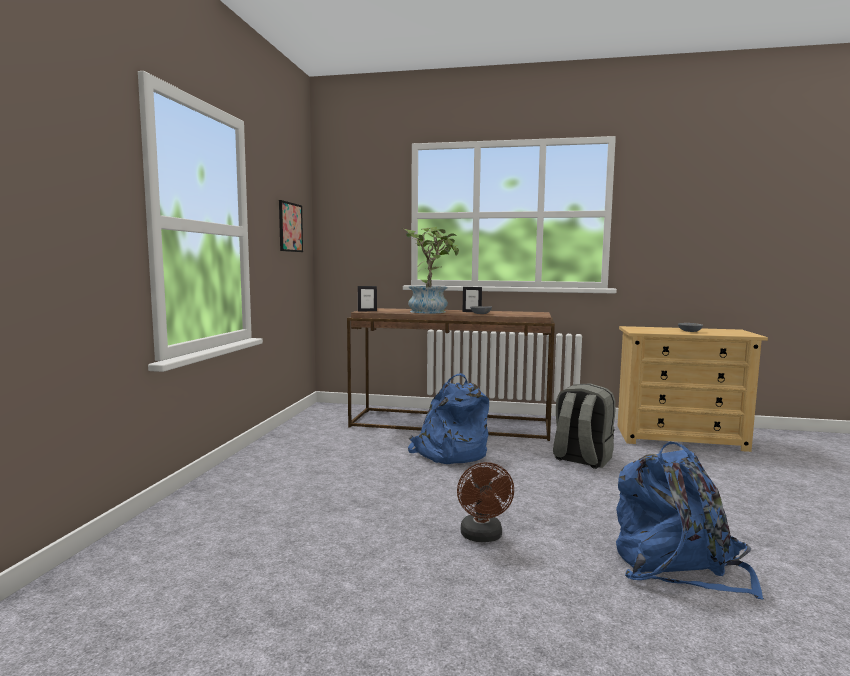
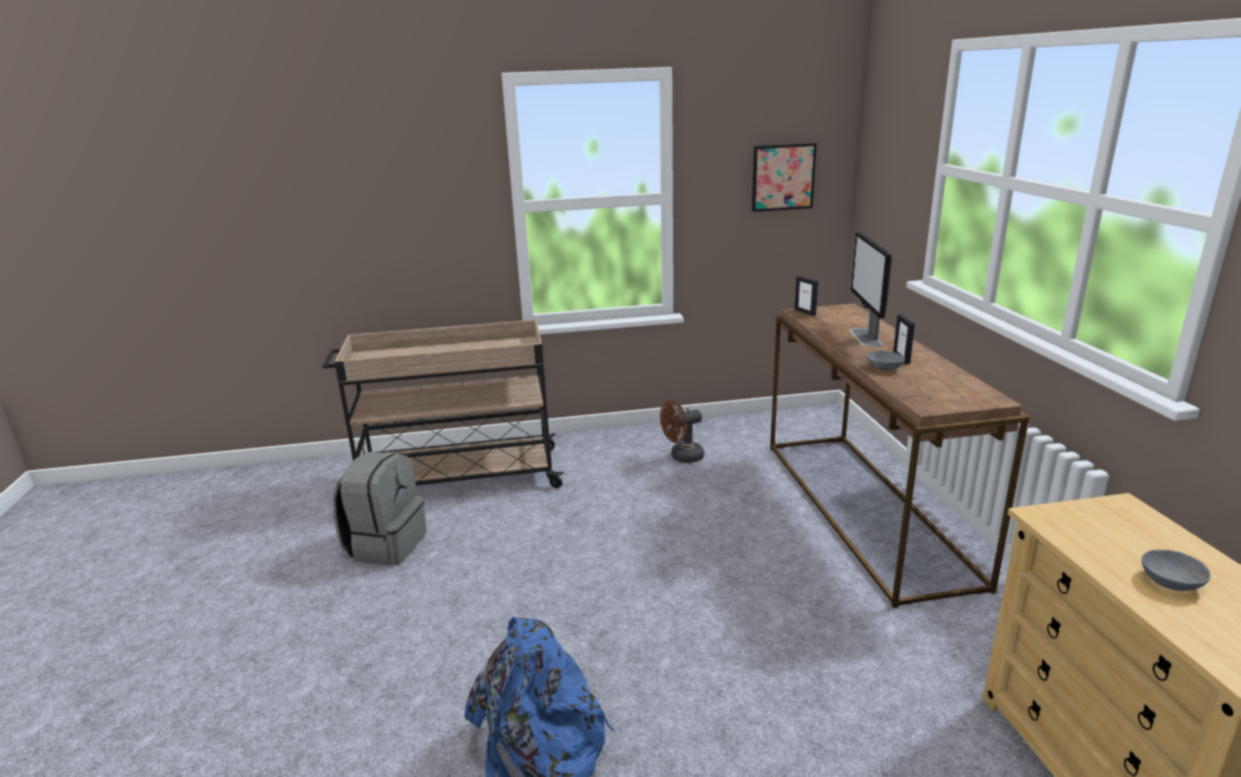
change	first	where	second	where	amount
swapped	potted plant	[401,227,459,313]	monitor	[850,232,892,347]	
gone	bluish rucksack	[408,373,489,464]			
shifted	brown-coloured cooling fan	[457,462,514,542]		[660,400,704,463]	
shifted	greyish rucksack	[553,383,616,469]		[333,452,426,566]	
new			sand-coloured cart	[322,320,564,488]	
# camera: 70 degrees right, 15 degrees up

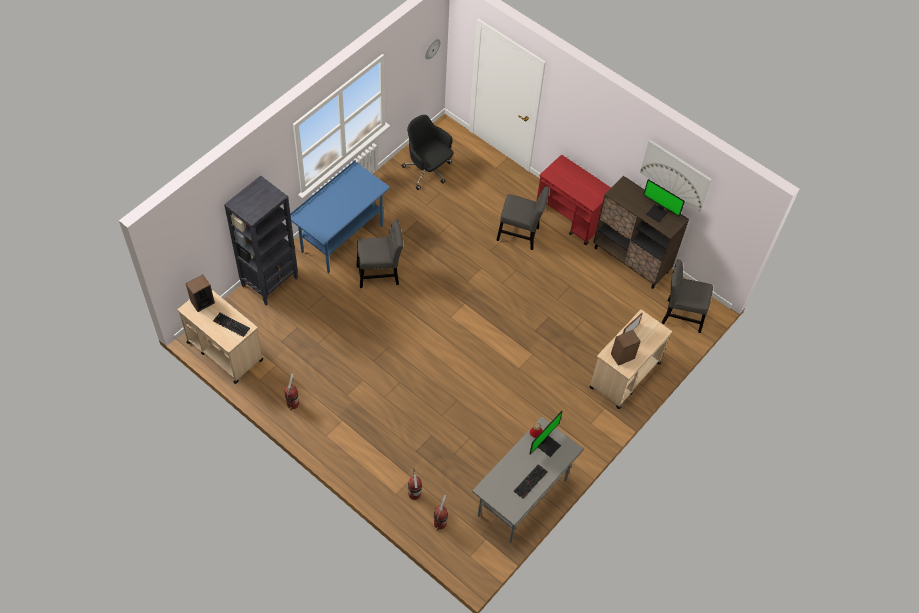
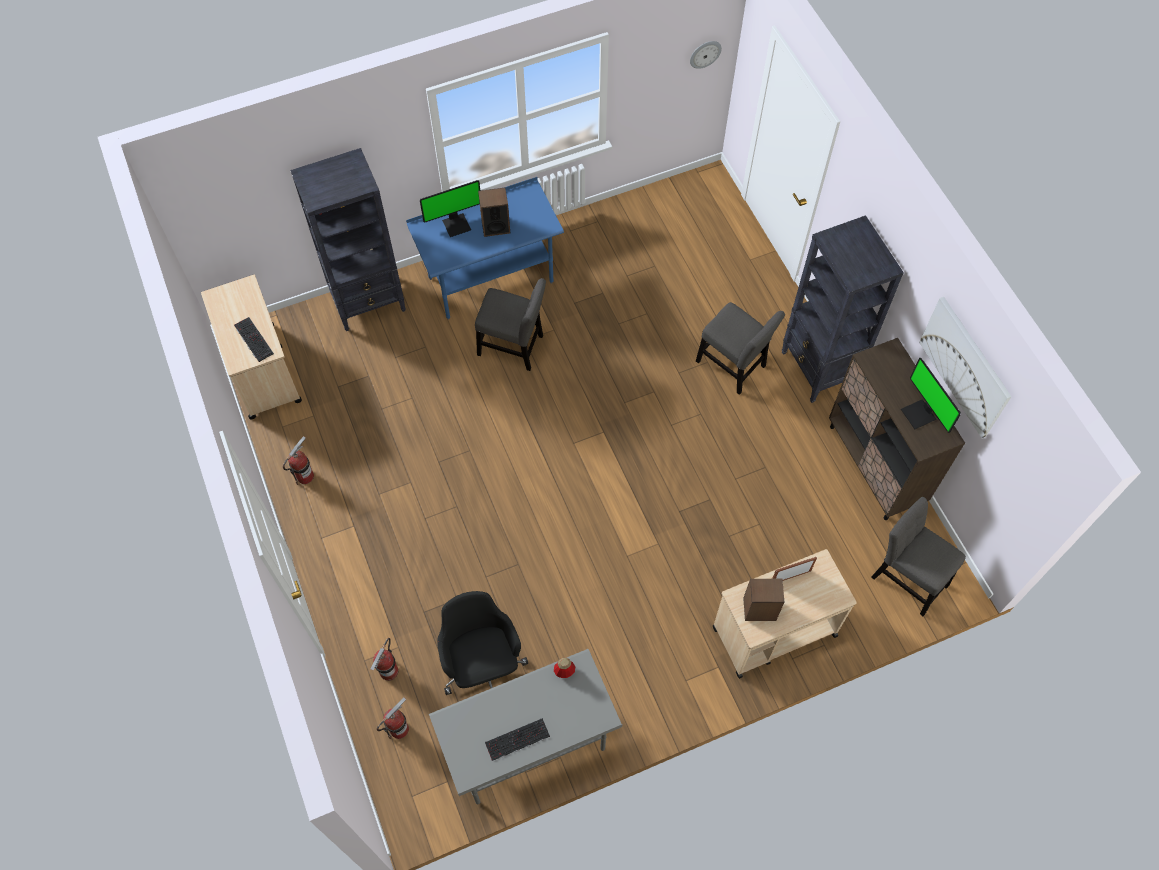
change	first	where	second	where	amount
shifted	speaker	[186,275,215,312]		[478,188,510,237]	
shifted	blackish desk chair	[401,115,454,190]		[437,591,528,695]	
shifted	monitor	[530,411,563,457]		[420,180,480,237]	
swapped	red cart	[537,155,611,245]	blackish bookshelf	[782,215,904,403]	
# camera: 30 degrees right, 5 degrees up

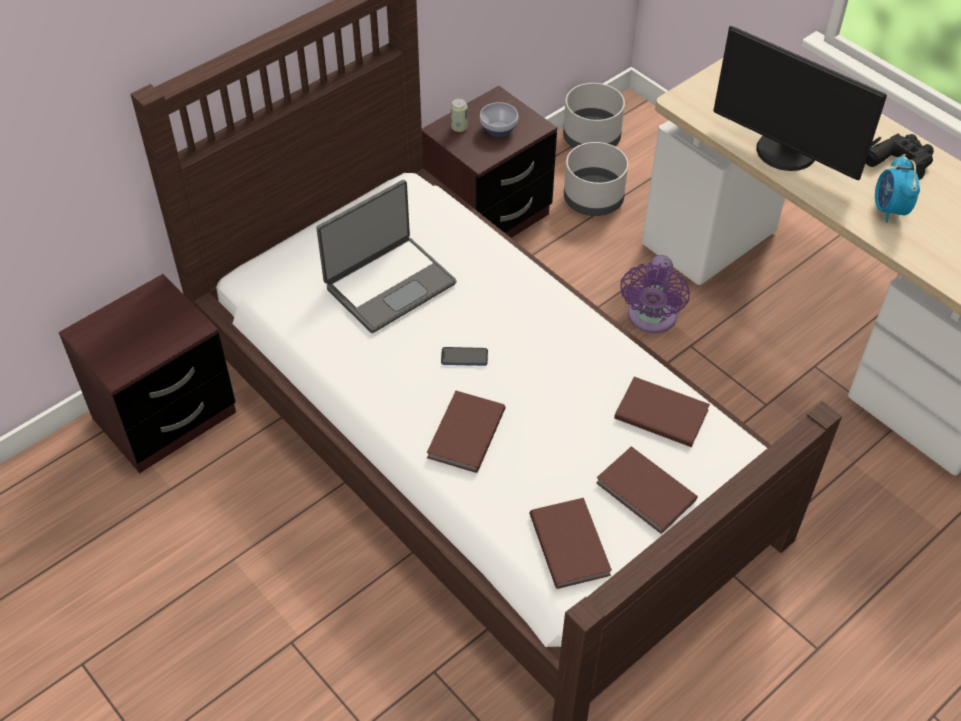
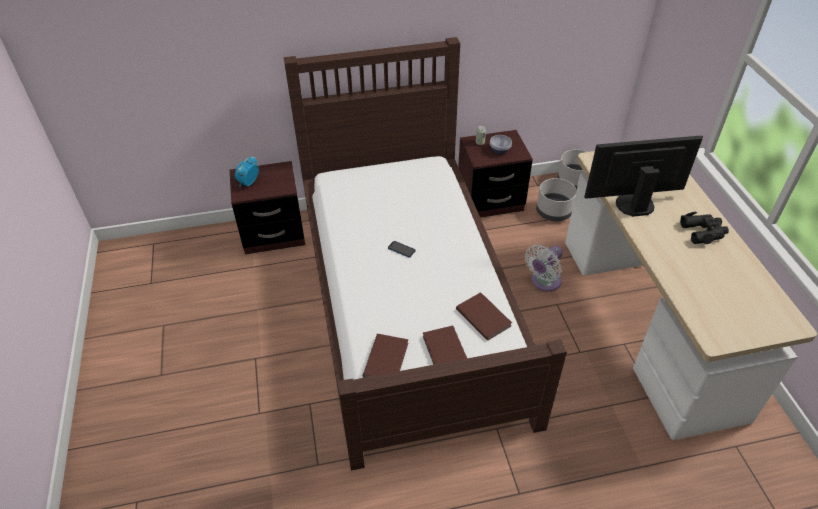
change	first	where	second	where	amount
gone	notebook computer	[316,180,457,333]			
gone	brown-coloured book	[427,391,505,473]			
repainted	purple cooling fan	[620,255,690,333]	white cooling fan	[525,244,563,292]	
rotated	monitor	[713,26,887,180]		[584,136,703,217]	105 degrees clockwise
shifted	bedside clock	[875,155,920,223]		[235,156,259,187]	
# camera: 30 degrees right, 5 degrees down

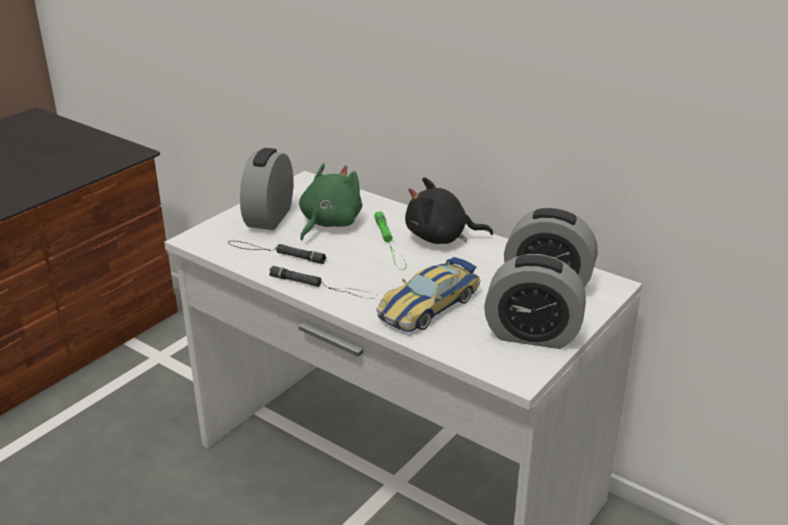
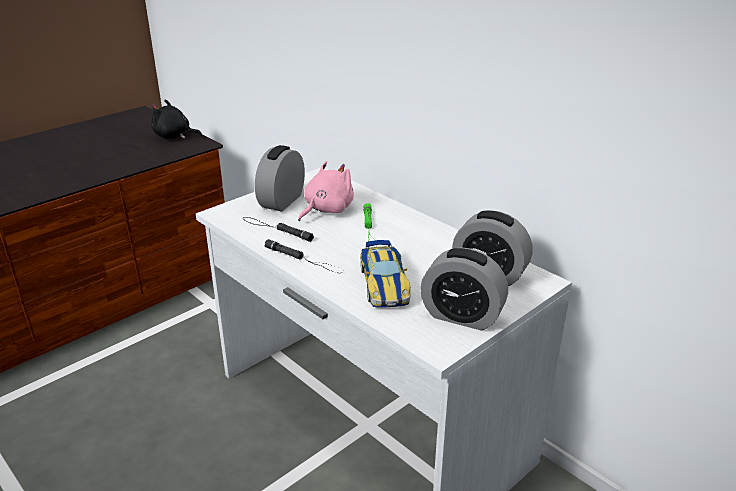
change	first	where	second	where	amount
repainted	greenish plush toy	[299,163,362,240]	pink-coloured plush toy	[298,161,354,221]	
rotated	miniature car	[376,257,480,332]		[360,240,410,308]	60 degrees counterclockwise
shifted	blackish plush toy	[405,177,493,244]		[151,100,202,139]	
# camera: 10 degrees right, 0 degrees up

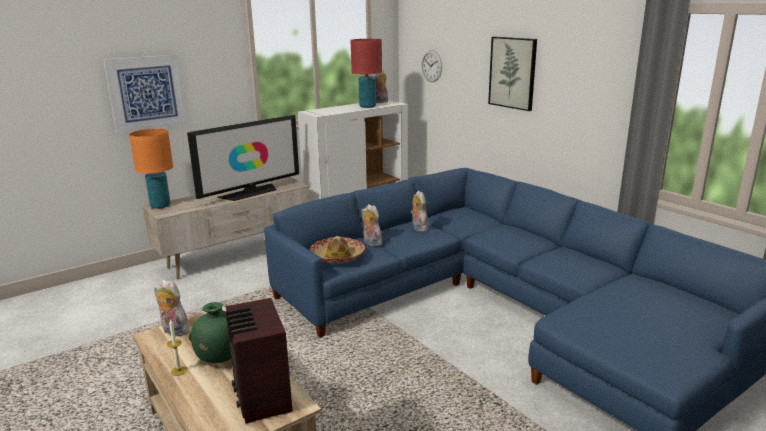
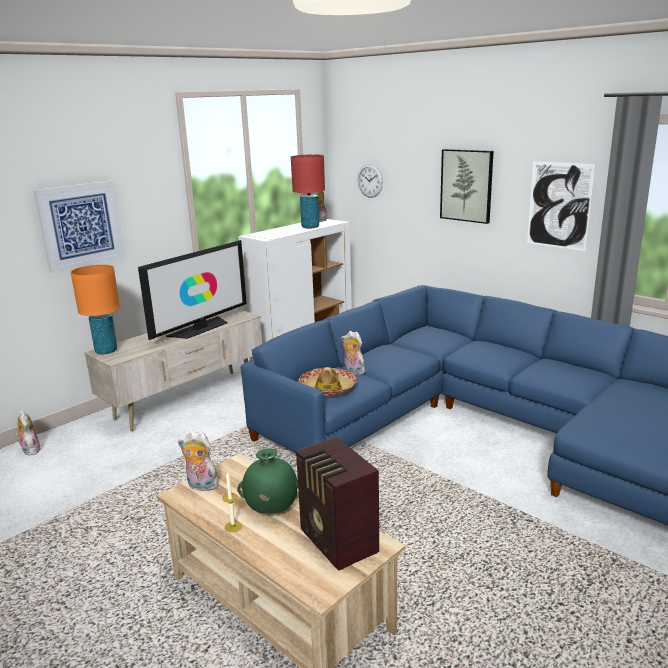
change	first	where	second	where	amount
shifted	plush toy	[411,190,428,232]		[15,411,41,455]	
new			picture	[527,161,595,251]	
# camera: 10 degrees left, 0 degrees up

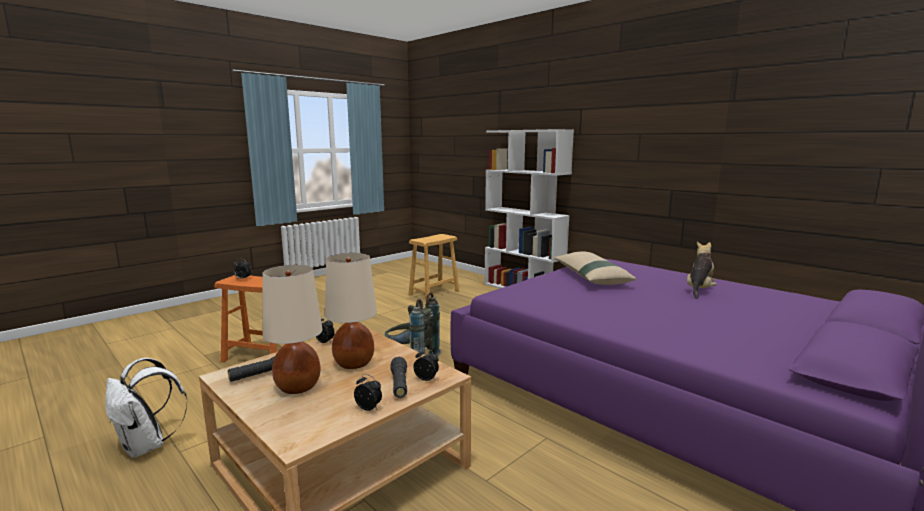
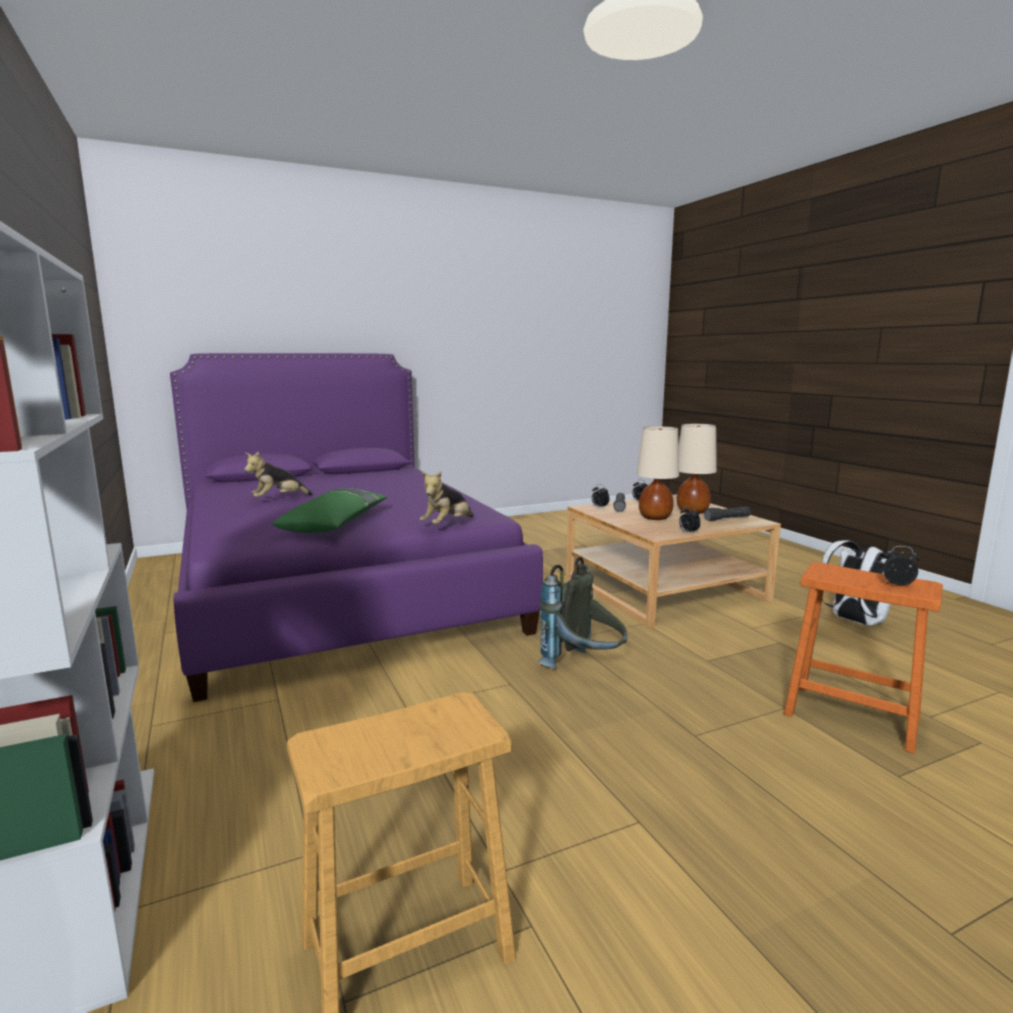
change	first	where	second	where	amount
repainted	sand-coloured pillow	[554,251,636,285]	greenish pillow	[272,488,387,533]	
new			plush toy	[420,471,473,525]	
# camera: 160 degrees left, 0 degrees up

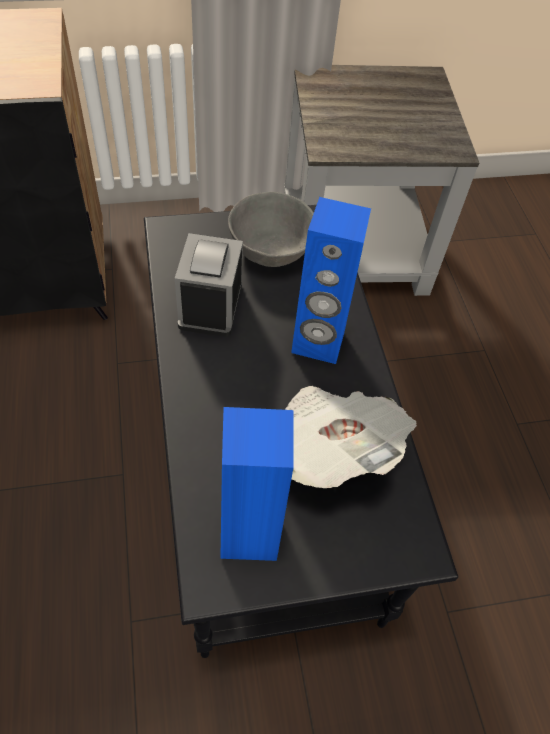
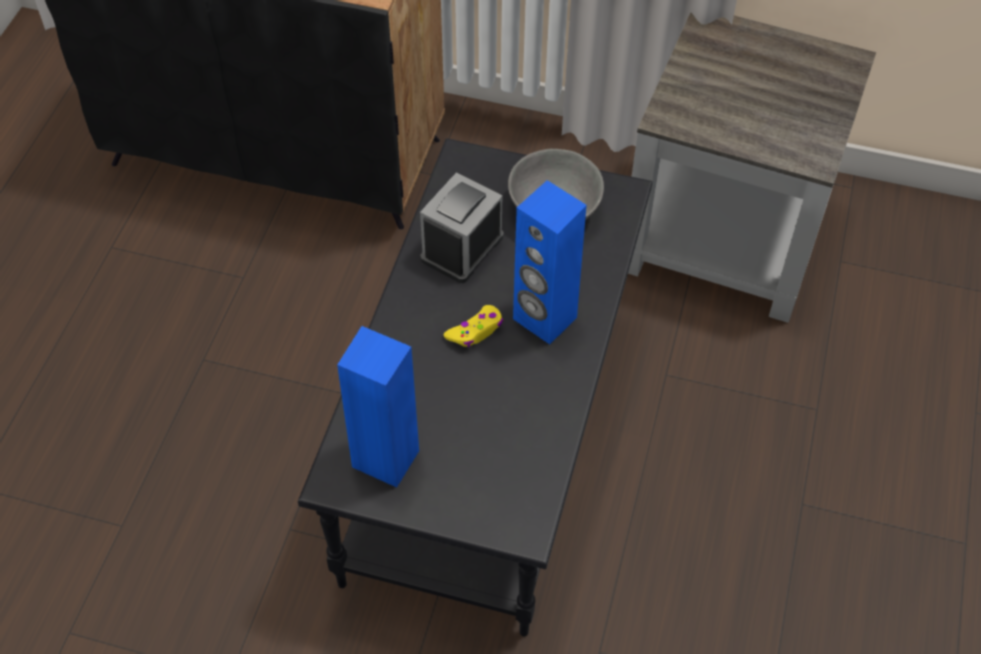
change	first	where	second	where	amount
gone	daily paper	[285,386,417,488]			
new			yellow joypad	[444,305,503,347]	
# camera: 30 degrees right, 0 degrees up

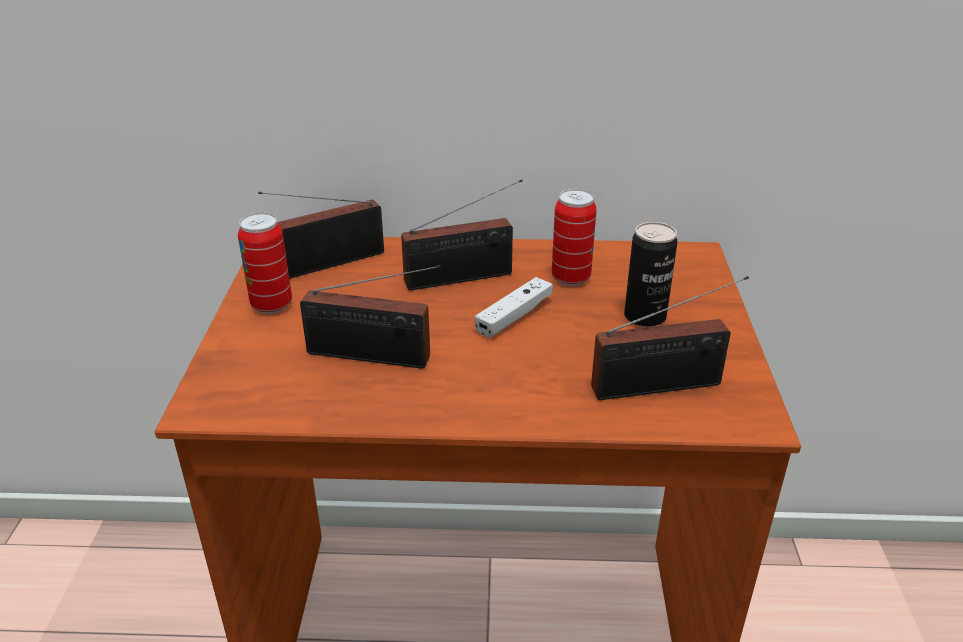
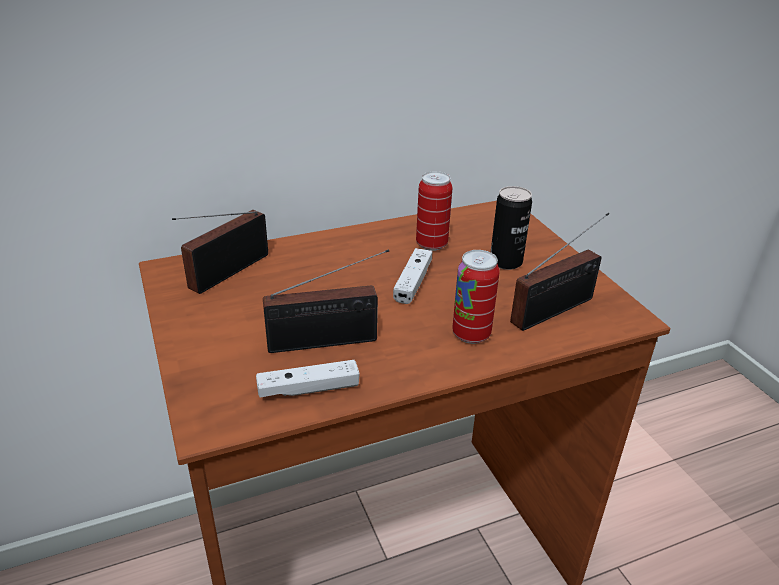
change	first	where	second	where	amount
shifted	can	[238,212,292,314]		[452,250,500,344]	
gone	radio receiver	[401,179,523,290]			
new			white joypad	[256,360,360,398]	
# camera: 25 degrees left, 0 degrees up

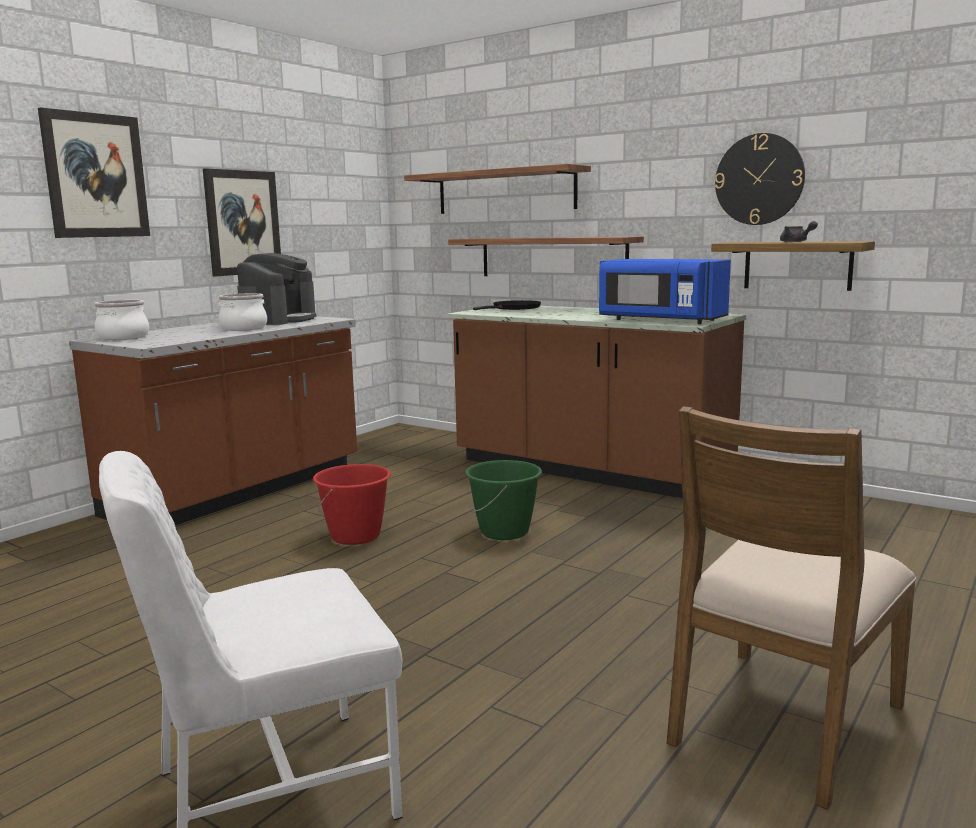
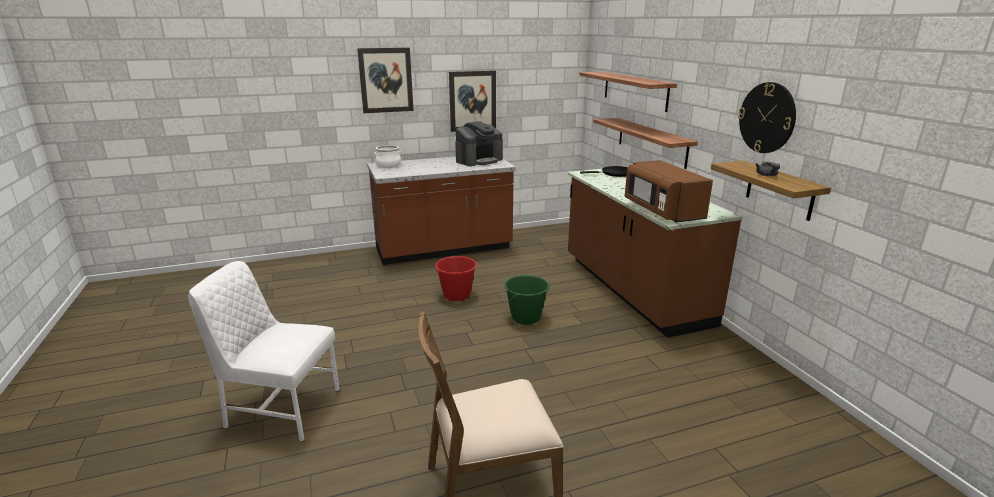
change	first	where	second	where	amount
gone	cooking pot	[218,293,267,331]			
repainted	bluish microwave	[599,259,731,324]	brown-coloured microwave	[625,160,713,223]	
# camera: 35 degrees right, 10 degrees up

